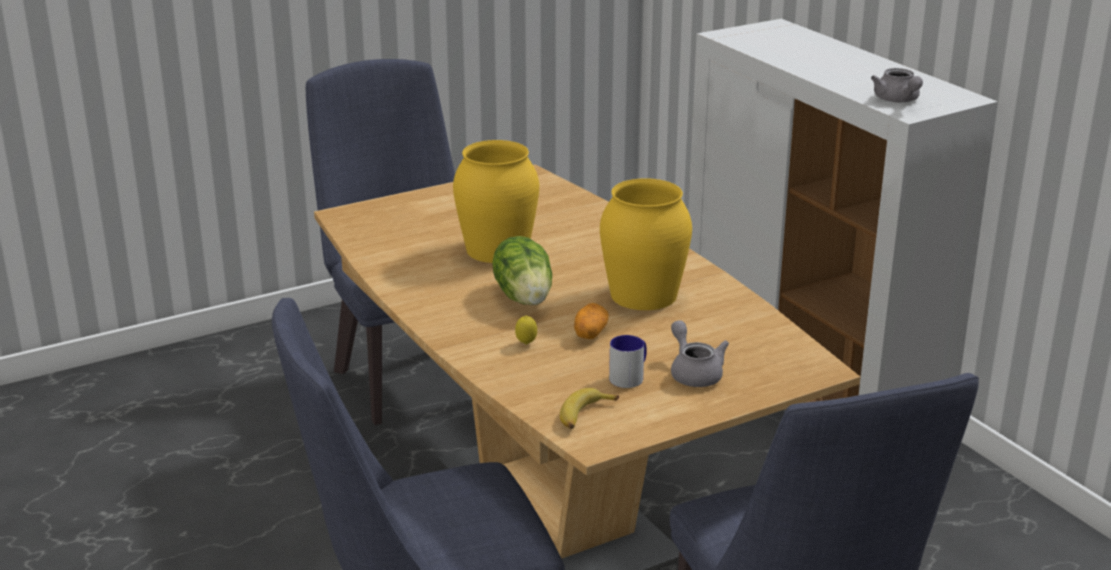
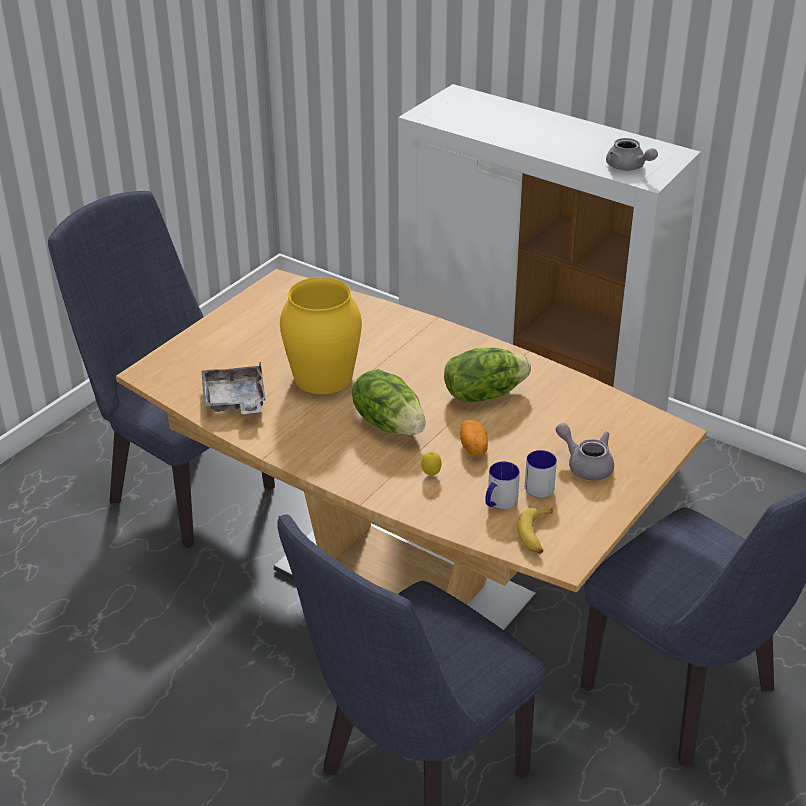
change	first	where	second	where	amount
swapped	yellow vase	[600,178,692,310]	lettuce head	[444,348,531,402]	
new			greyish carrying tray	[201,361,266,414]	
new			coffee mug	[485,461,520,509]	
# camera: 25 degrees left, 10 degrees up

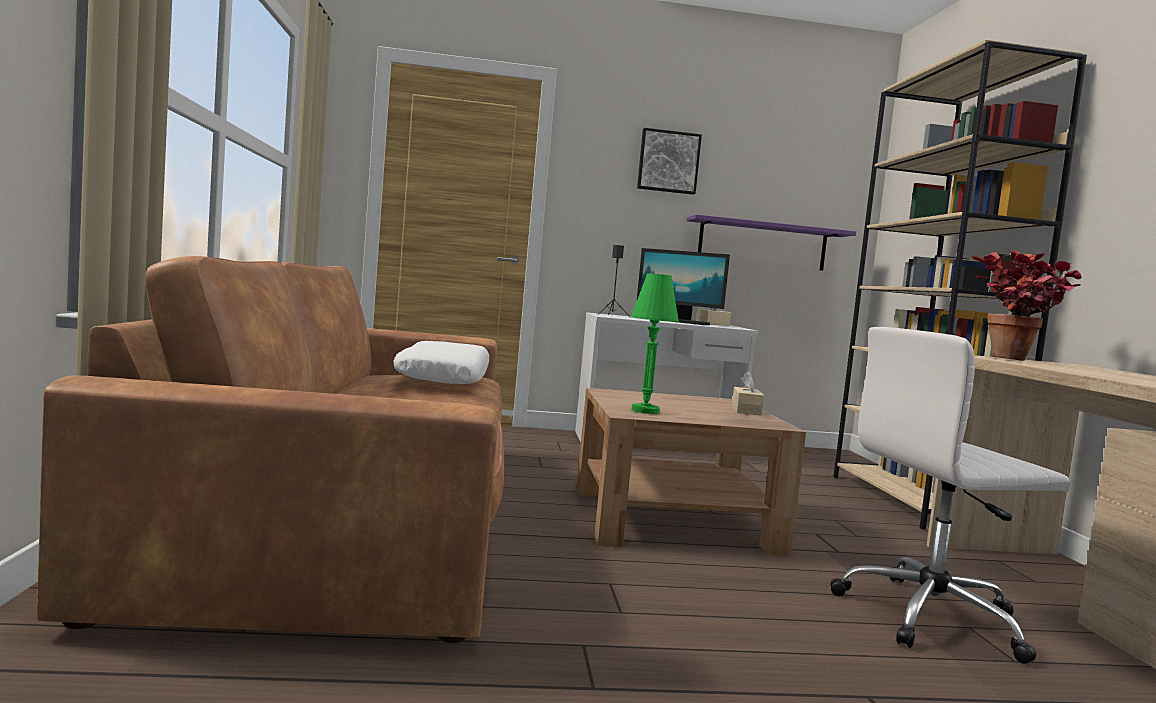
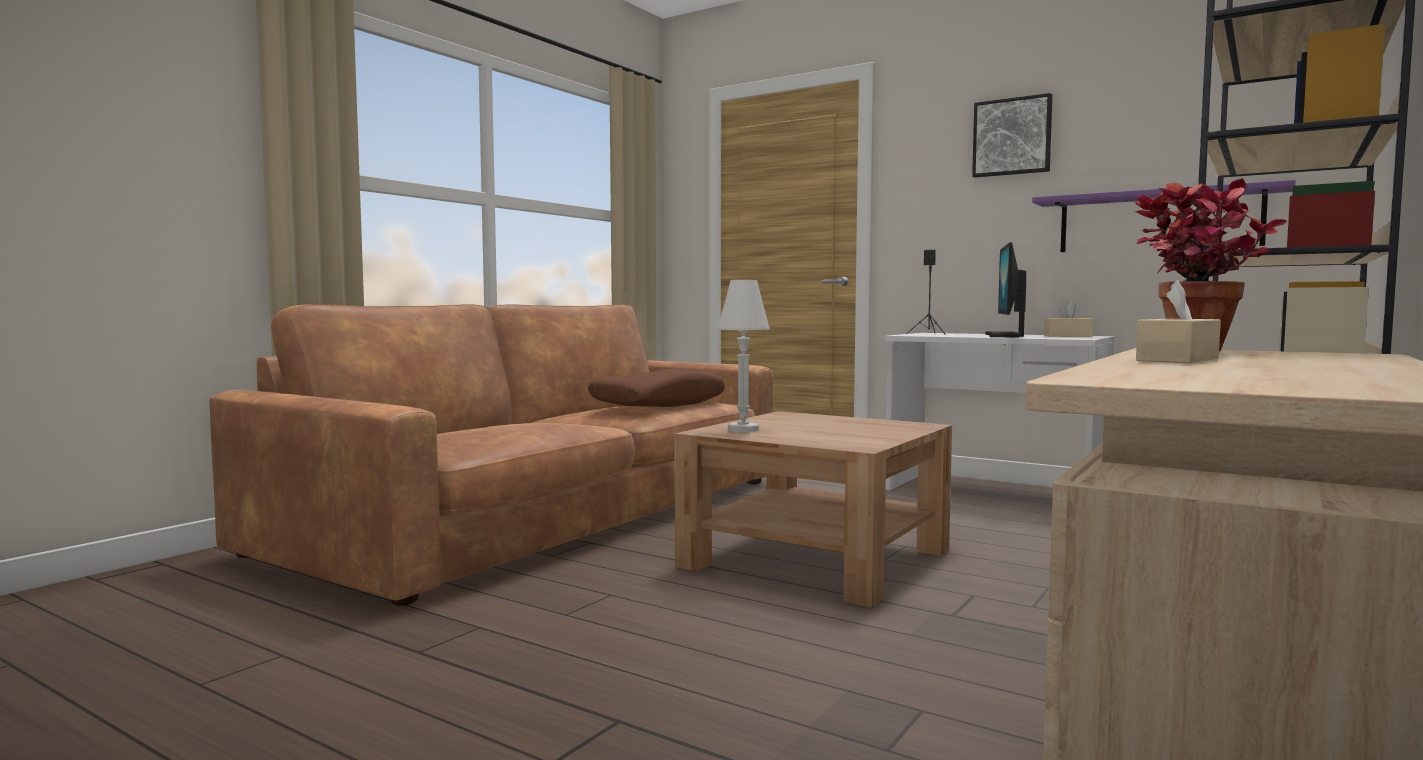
change	first	where	second	where	amount
repainted	white pillow	[393,341,489,384]	brown-coloured pillow	[588,369,725,407]	
repainted	greenish tabletop lamp	[631,273,679,414]	white tabletop lamp	[717,280,770,432]	
rotated	monitor	[637,248,730,325]		[985,242,1026,338]	45 degrees clockwise
shifted	sand-coloured box of tissues	[732,371,764,416]		[1136,280,1221,363]	
gone	white desk chair	[830,327,1071,664]			
# camera: 40 degrees right, 0 degrees up

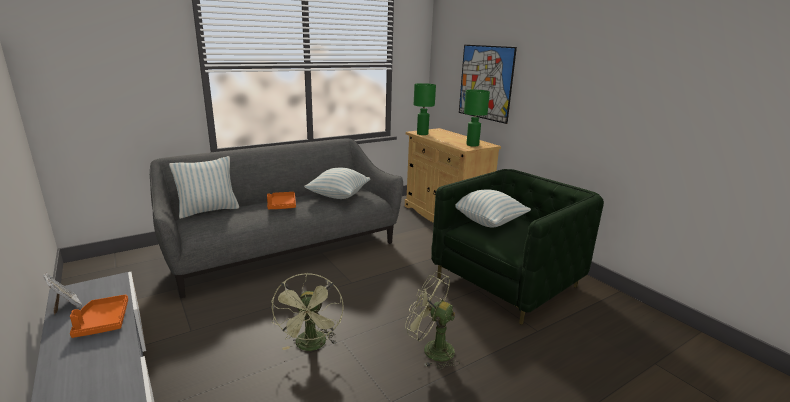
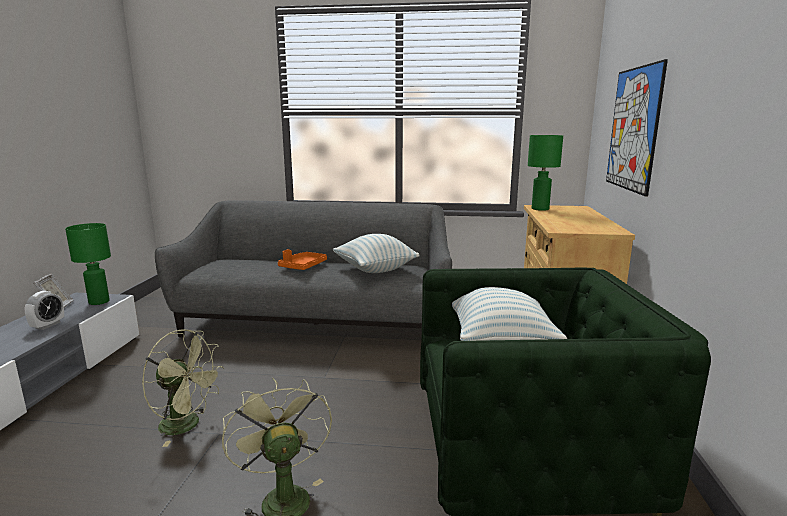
change	first	where	second	where	amount
swapped	orange-coloured carrying tray	[70,294,128,338]	bedside clock	[24,291,64,330]	
gone	pillow	[169,156,239,219]			
rotated	greenish cooling fan	[271,273,344,351]		[142,329,224,447]	105 degrees counterclockwise
shifted	greenish tabletop lamp	[464,90,490,147]		[65,223,111,305]	
# camera: 40 degrees right, 5 degrees down

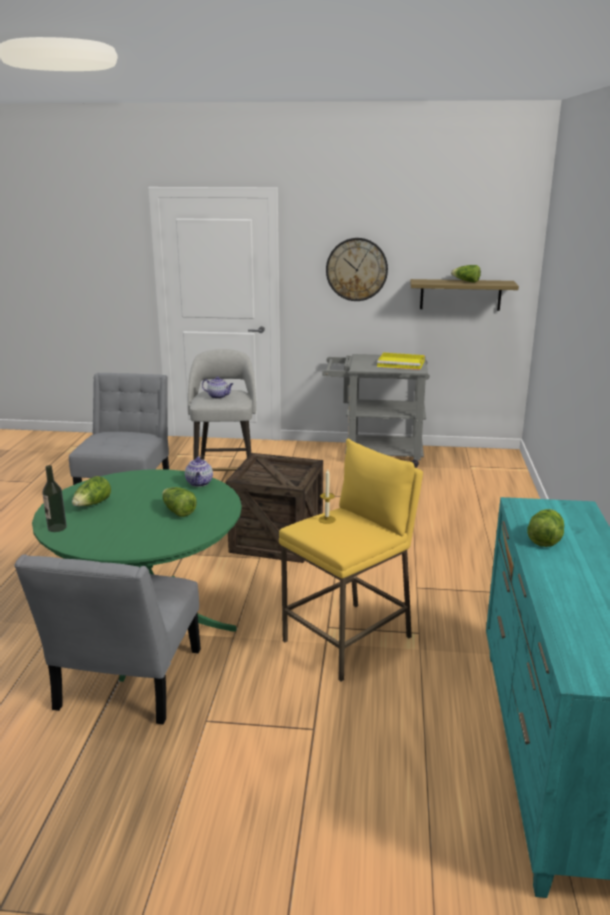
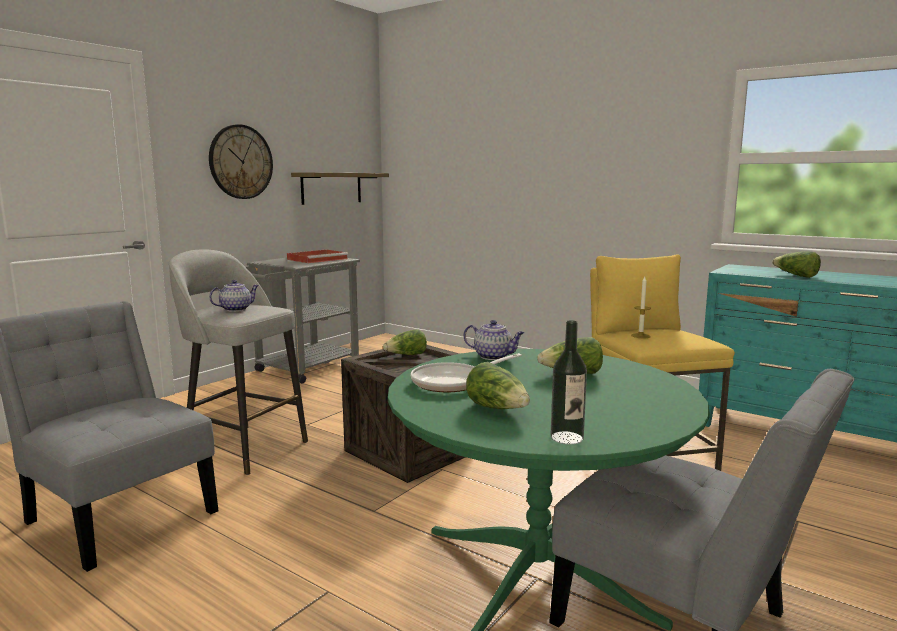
change	first	where	second	where	amount
repainted	yellow carrying tray	[377,352,425,370]	red carrying tray	[287,250,348,263]	
shifted	lettuce head	[451,265,481,283]		[383,329,427,355]	
new			pan	[411,353,522,392]	
# camera: 60 degrees left, 10 degrees down

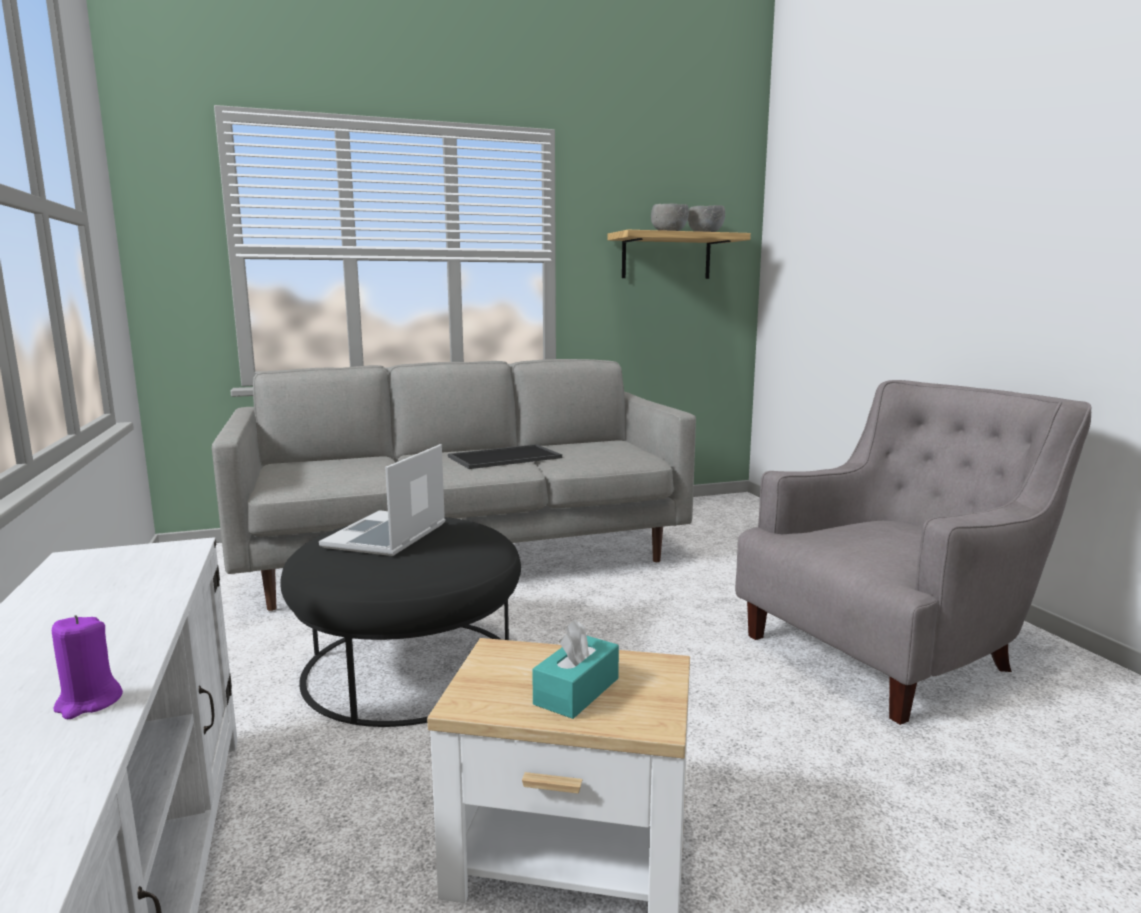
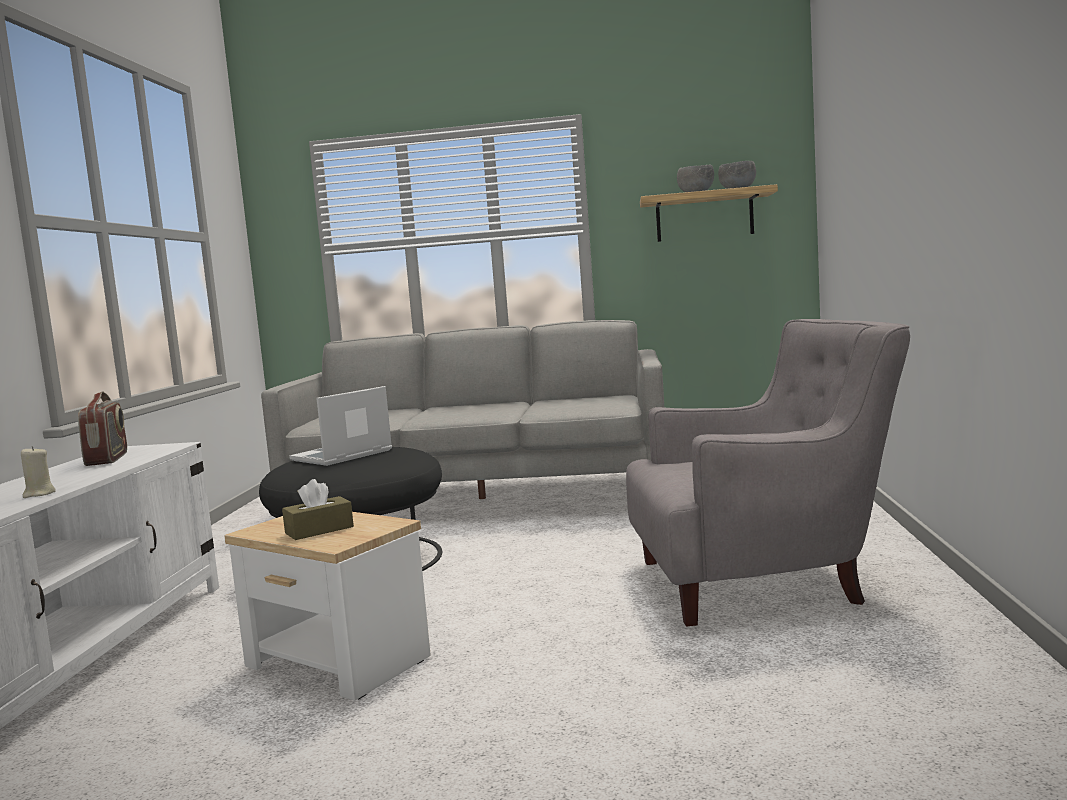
change	first	where	second	where	amount
repainted	purple wax candle	[52,615,123,719]	sand-coloured wax candle	[21,446,56,498]	
gone	carrying tray	[448,444,562,469]			
repainted	blue-green box of tissues	[532,620,619,719]	brown-coloured box of tissues	[282,479,354,540]	
new			radio receiver	[78,391,127,466]	
# camera: 25 degrees right, 5 degrees down

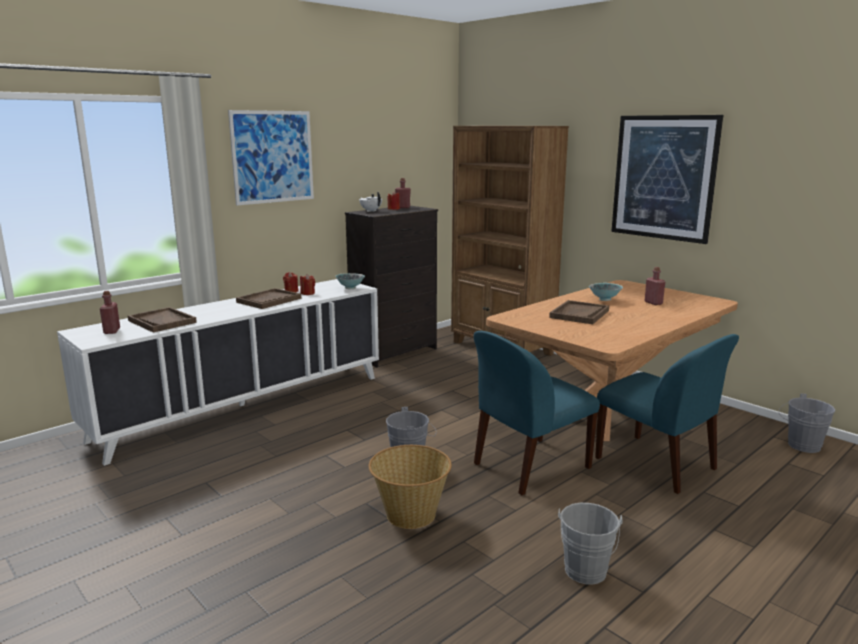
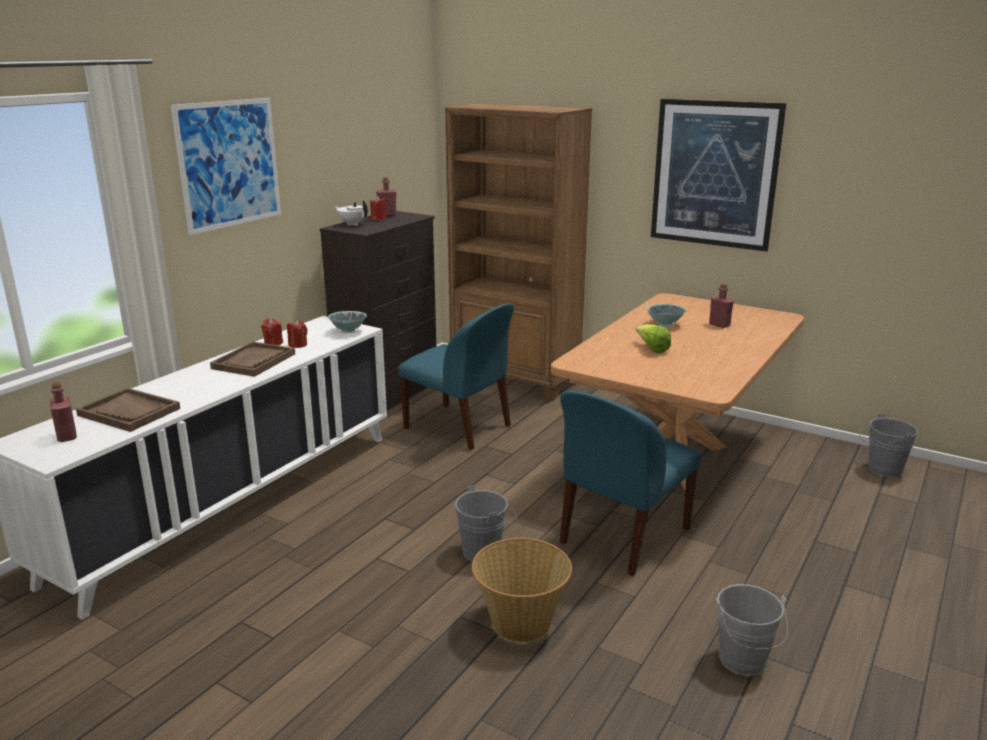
change	first	where	second	where	amount
swapped	brown-coloured carrying tray	[549,300,609,324]	lettuce head	[635,324,671,353]	
shifted	bluish upright chair	[595,334,739,494]		[398,303,514,450]	
# camera: 15 degrees left, 5 degrees up

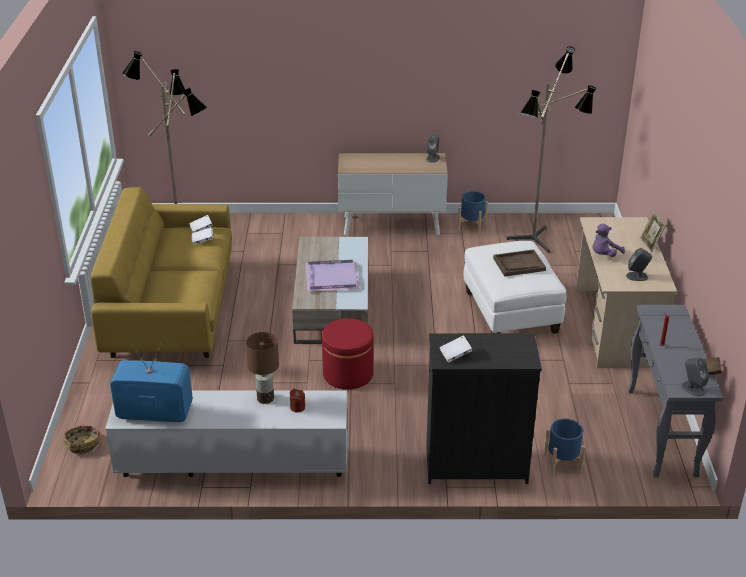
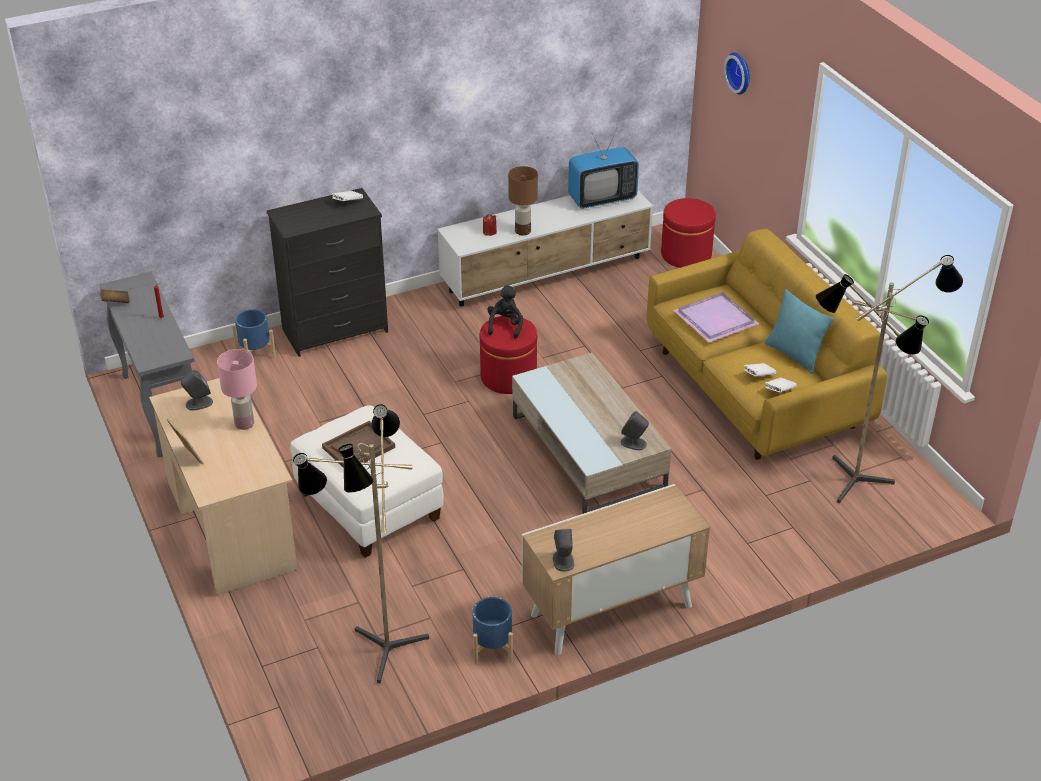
change	first	where	second	where	amount
swapped	household basket	[64,425,100,454]	red footrest	[661,198,716,268]	
shifted	purple carrying tray	[305,260,359,292]		[673,292,759,342]	
swapped	purple plush toy	[593,224,625,257]	pink-coloured tabletop lamp	[217,349,257,430]	
shifted	greyish speaker	[681,358,709,396]		[621,411,649,450]	
new			blackish plush toy	[487,286,523,339]	
new			wall clock	[724,53,750,95]	
new			blue-green pillow	[765,289,834,374]	
# camera: 155 degrees right, 5 degrees up

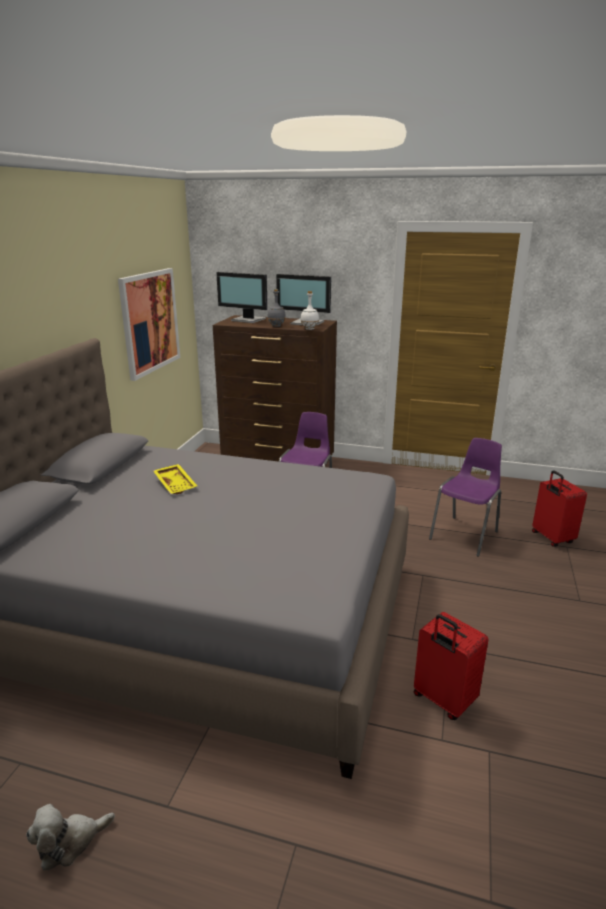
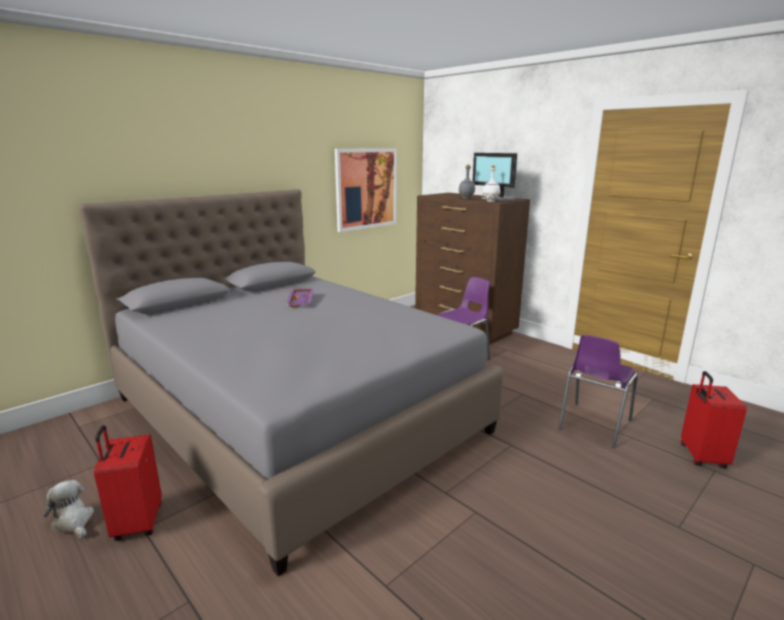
change	first	where	second	where	amount
rotated	plush toy	[26,804,115,871]		[43,480,94,538]	45 degrees clockwise
repainted	yellow carrying tray	[153,464,197,494]	purple carrying tray	[286,288,314,308]	
gone	monitor	[216,272,267,323]			
shifted	red travel case	[414,612,488,720]		[94,425,162,541]	
rotated	purple upright chair	[429,438,502,557]		[558,335,638,448]	150 degrees clockwise
# camera: 30 degrees right, 5 degrees down

